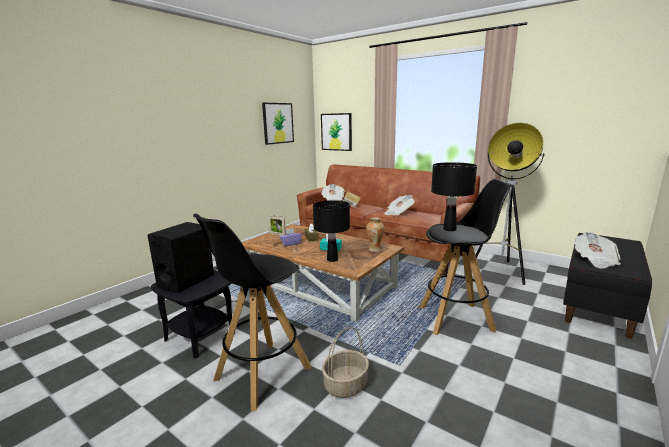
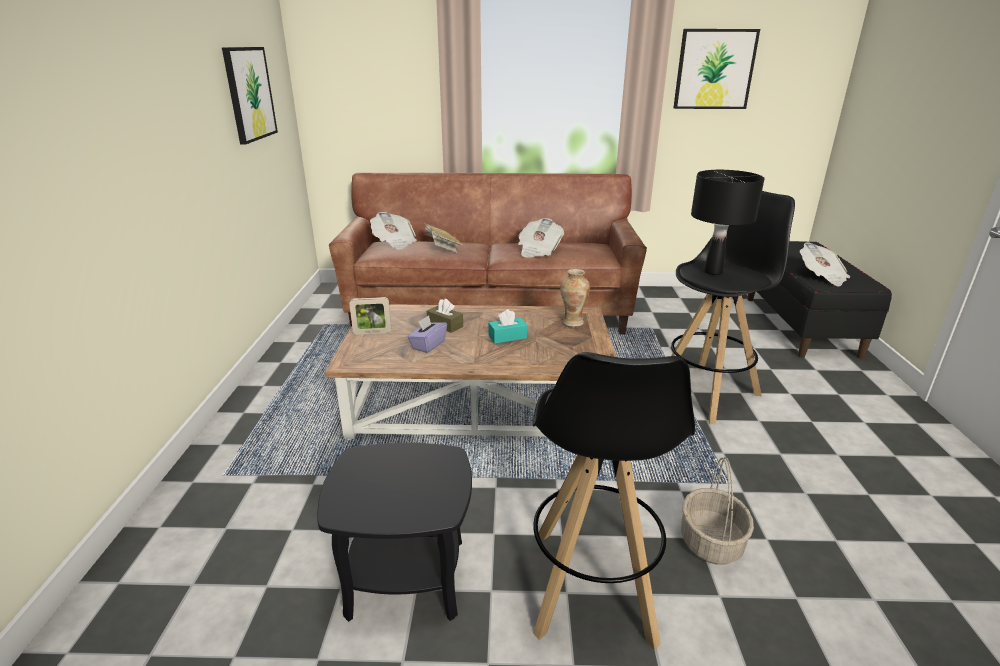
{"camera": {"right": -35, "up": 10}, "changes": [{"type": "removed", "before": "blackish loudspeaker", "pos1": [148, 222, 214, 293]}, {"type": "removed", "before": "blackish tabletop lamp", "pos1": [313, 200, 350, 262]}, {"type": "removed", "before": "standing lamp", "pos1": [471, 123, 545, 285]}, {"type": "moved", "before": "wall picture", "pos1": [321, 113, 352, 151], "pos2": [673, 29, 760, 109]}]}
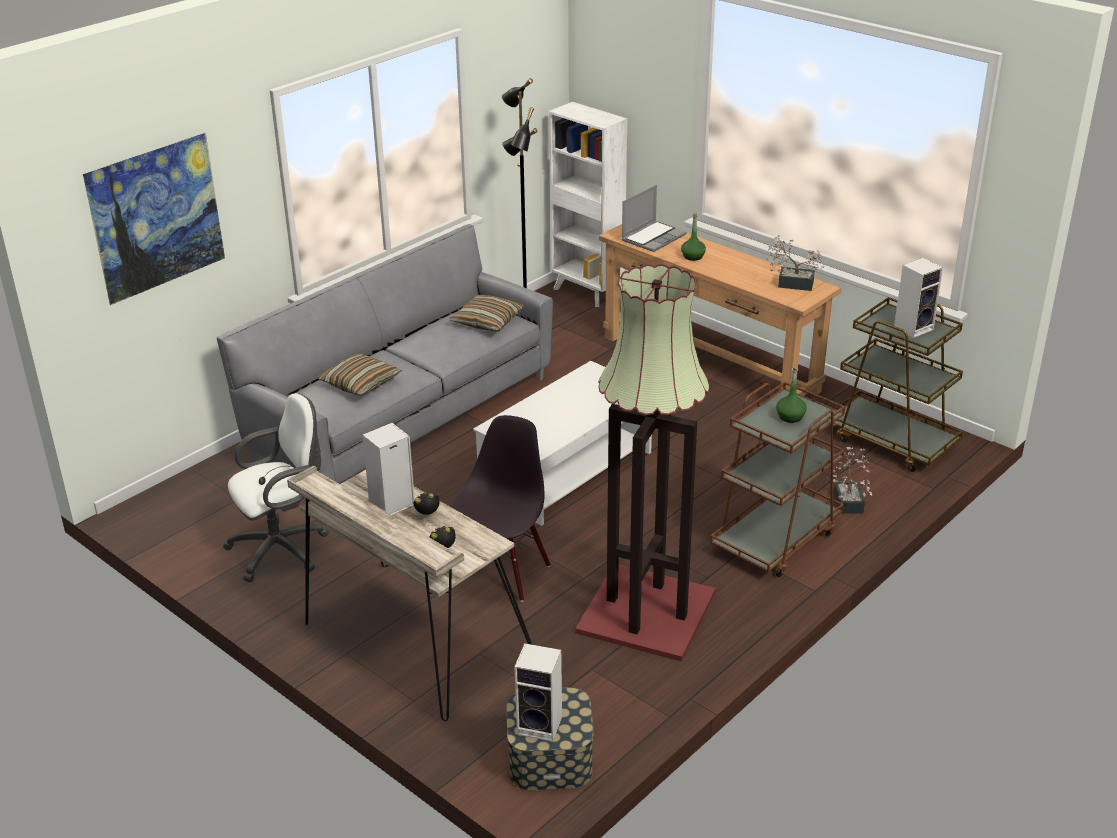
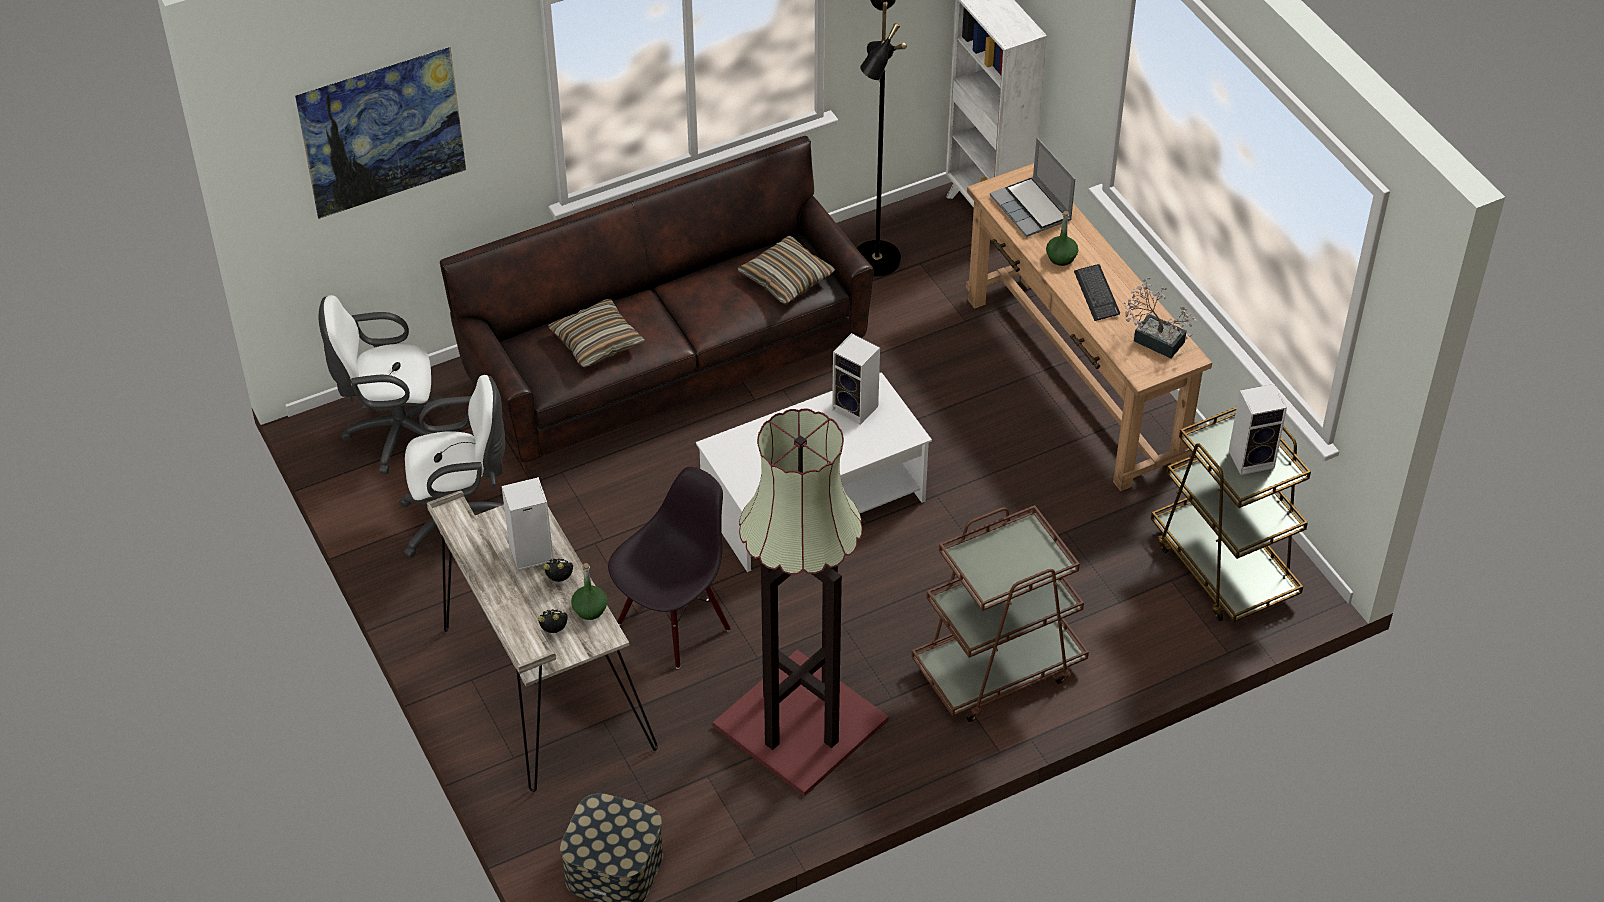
{"camera": {"right": 20, "up": 15}, "changes": [{"type": "removed", "before": "houseplant", "pos1": [830, 447, 872, 514]}, {"type": "added", "after": "white desk chair", "pos2": [318, 295, 450, 474]}, {"type": "added", "after": "computer keyboard", "pos2": [1074, 264, 1120, 321]}, {"type": "moved", "before": "loudspeaker", "pos1": [515, 643, 562, 742], "pos2": [832, 333, 880, 425]}, {"type": "moved", "before": "green-coloured beverage bottle", "pos1": [776, 366, 807, 423], "pos2": [571, 563, 608, 620]}, {"type": "recoloured", "before": "greyish couch", "after": "brown couch", "pos1": [217, 224, 553, 484], "pos2": [440, 136, 874, 473]}, {"type": "turned", "before": "portable computer", "pos1": [622, 185, 687, 252], "pos2": [990, 137, 1075, 237], "turn": 90}]}
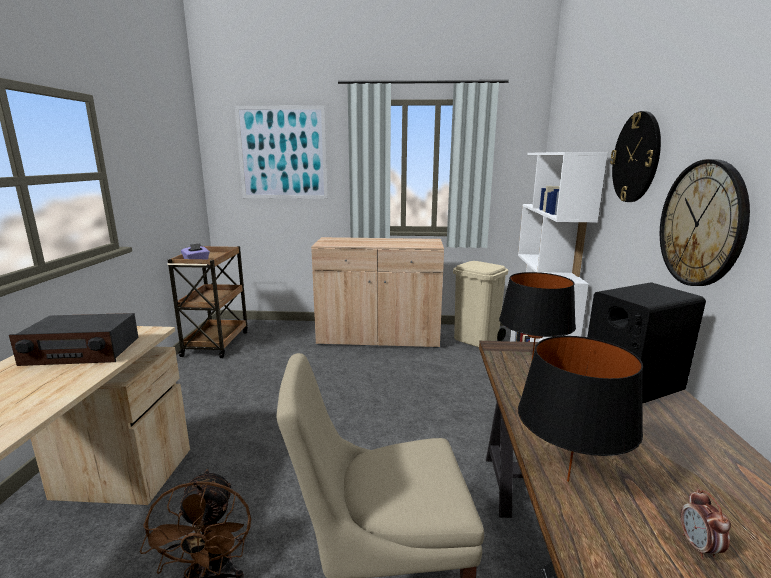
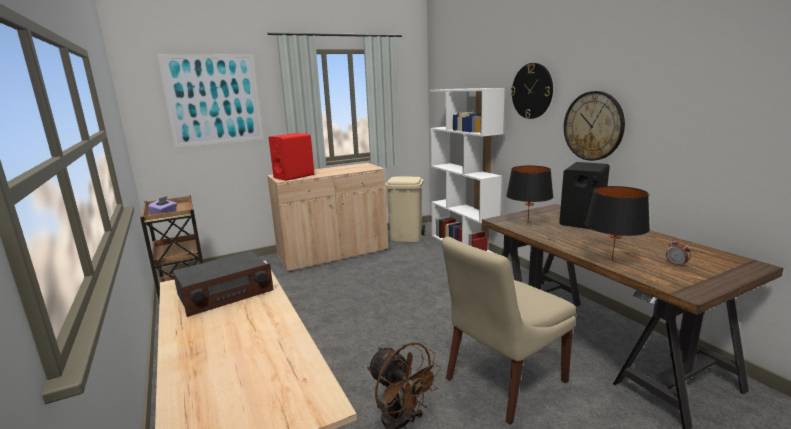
{"camera": {"right": -30, "up": 0}, "changes": [{"type": "added", "after": "reddish loudspeaker", "pos2": [269, 133, 315, 181]}]}
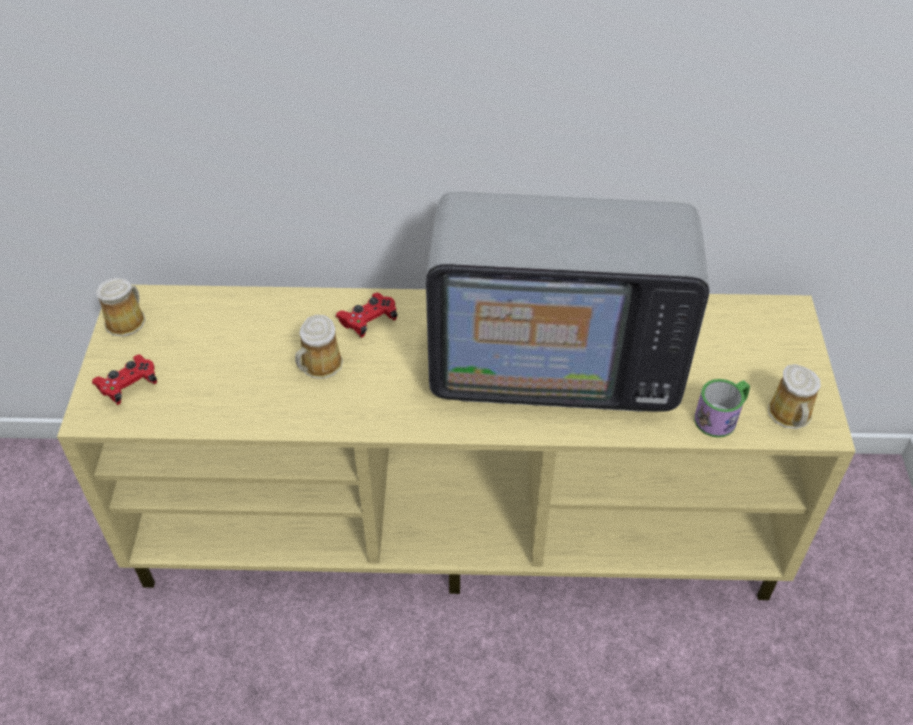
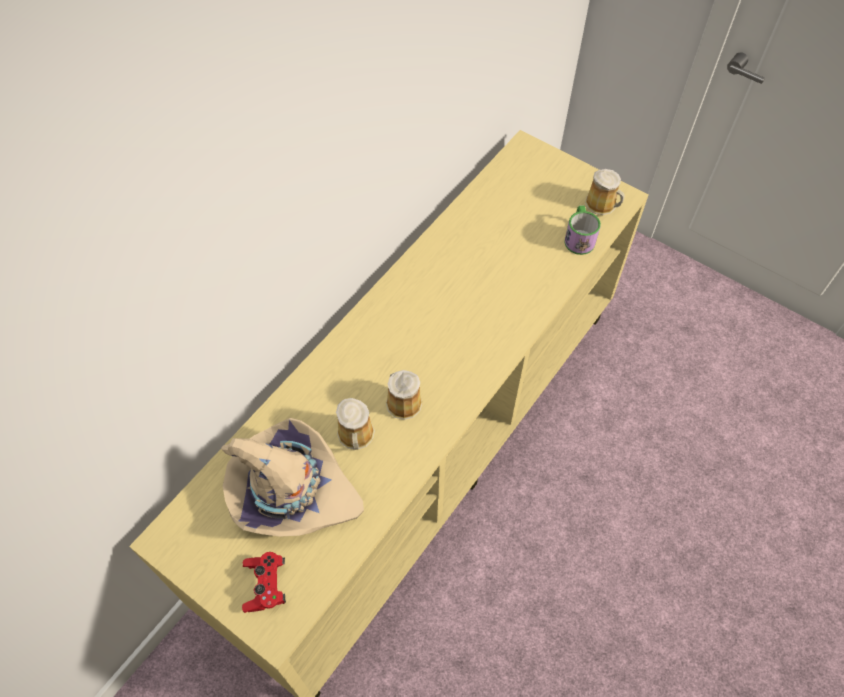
{"camera": {"right": -55, "up": 10}, "changes": [{"type": "removed", "before": "reddish gamepad", "pos1": [336, 293, 398, 338]}, {"type": "removed", "before": "TV", "pos1": [426, 192, 710, 412]}, {"type": "added", "after": "sand-coloured wearable hat", "pos2": [221, 418, 364, 537]}, {"type": "moved", "before": "mug", "pos1": [96, 278, 145, 337], "pos2": [386, 370, 422, 420]}]}
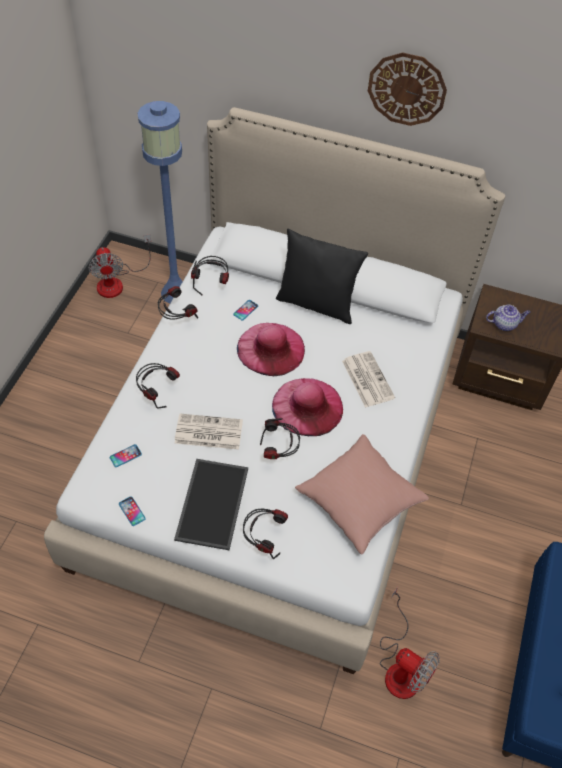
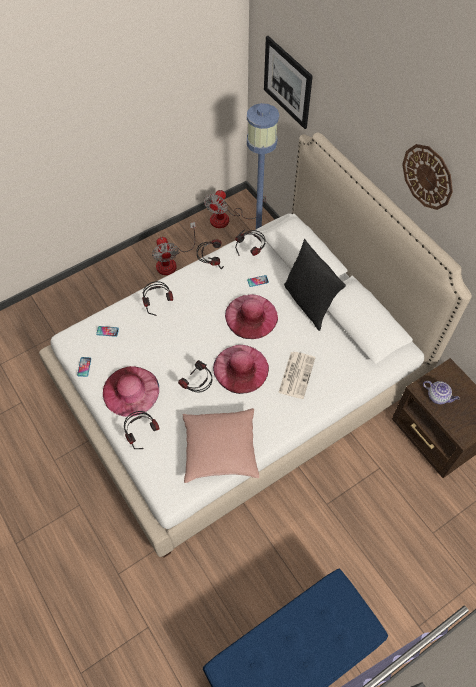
{"camera": {"right": 40, "up": 5}, "changes": [{"type": "removed", "before": "daily paper", "pos1": [175, 414, 243, 450]}, {"type": "added", "after": "wall picture", "pos2": [264, 36, 313, 129]}, {"type": "moved", "before": "fan", "pos1": [380, 587, 440, 699], "pos2": [152, 222, 196, 275]}, {"type": "replaced", "before": "tray", "after": "pink wearable hat", "pos1": [174, 459, 248, 550], "pos2": [103, 366, 159, 417]}]}
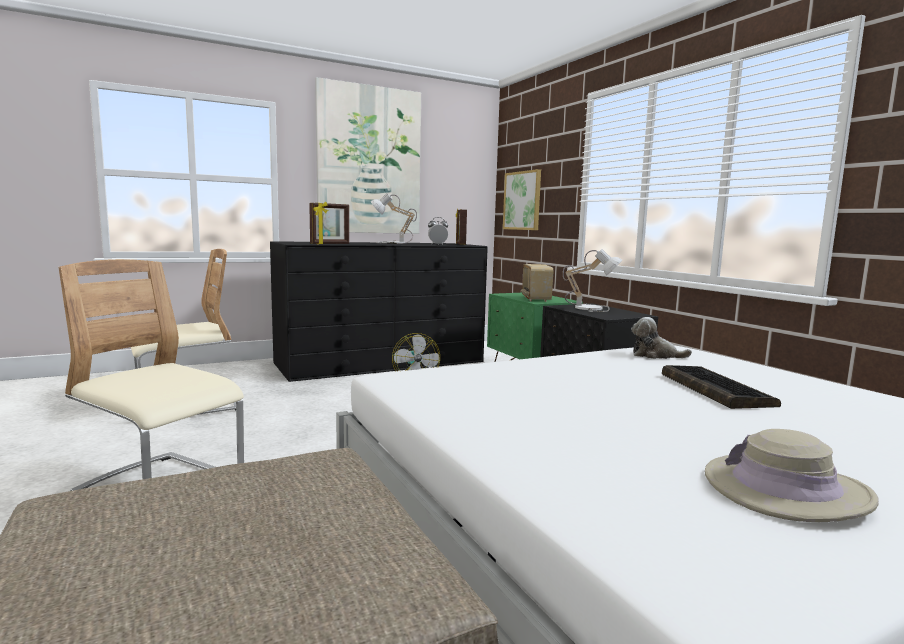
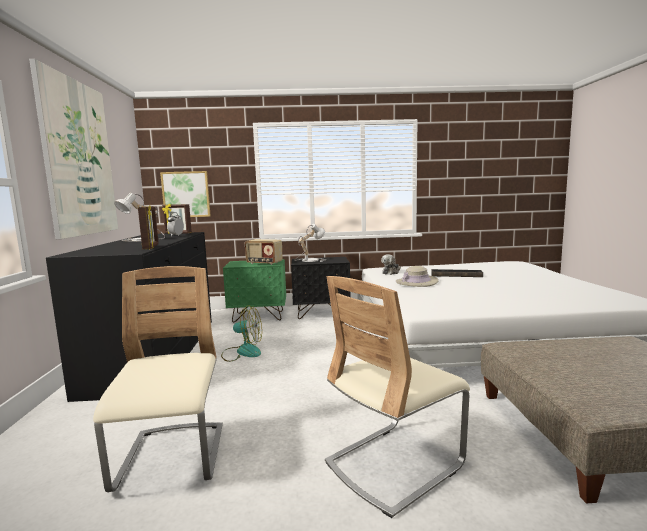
{"camera": {"right": -65, "up": 0}, "changes": [{"type": "moved", "before": "sand-coloured wearable hat", "pos1": [705, 429, 879, 522], "pos2": [396, 266, 439, 287]}]}
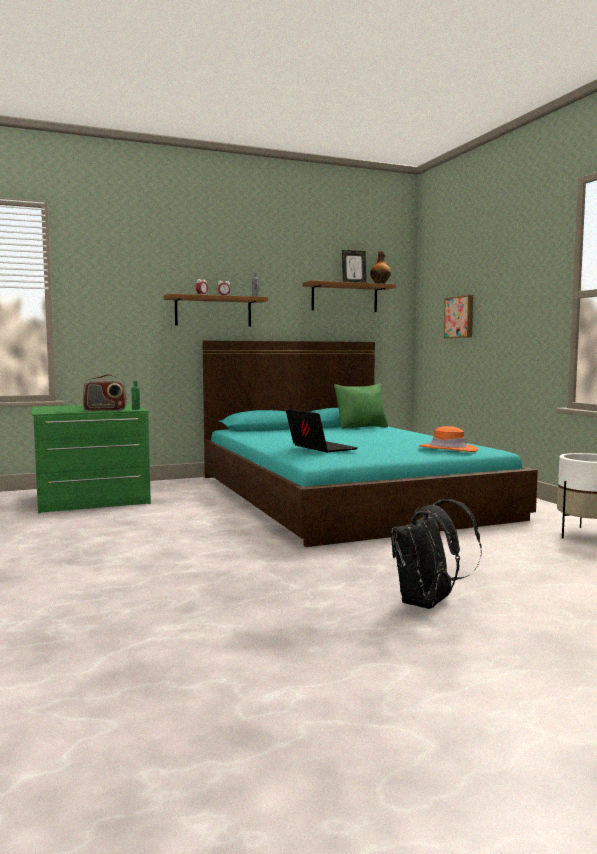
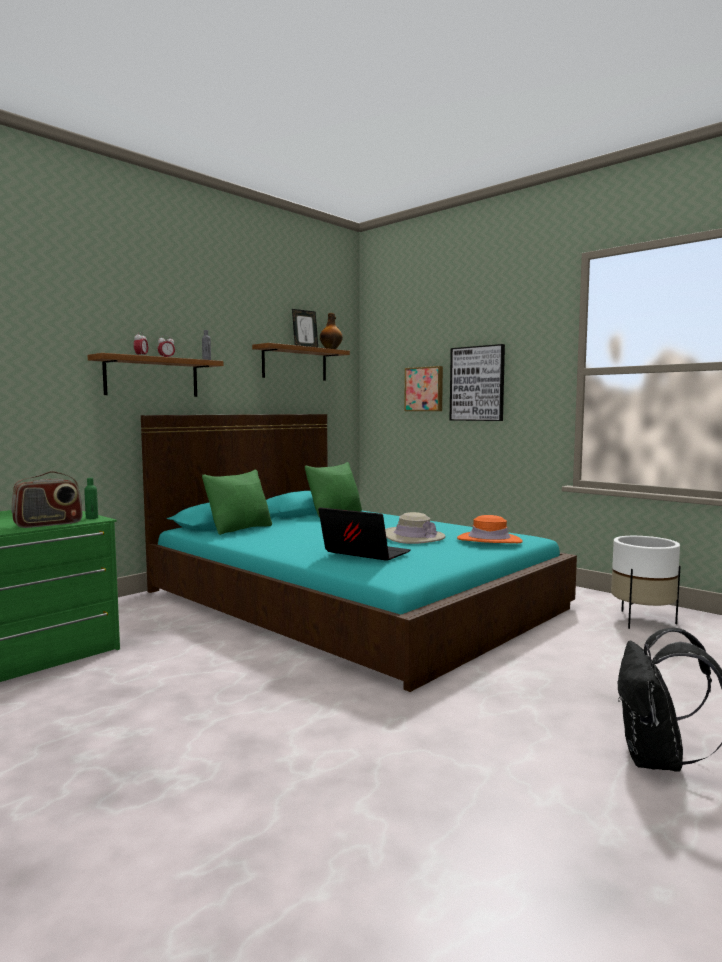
{"camera": {"right": -25, "up": 0}, "changes": [{"type": "added", "after": "green-coloured pillow", "pos2": [202, 469, 272, 535]}, {"type": "added", "after": "sand-coloured wearable hat", "pos2": [385, 512, 445, 544]}, {"type": "added", "after": "wall picture", "pos2": [450, 344, 505, 421]}]}
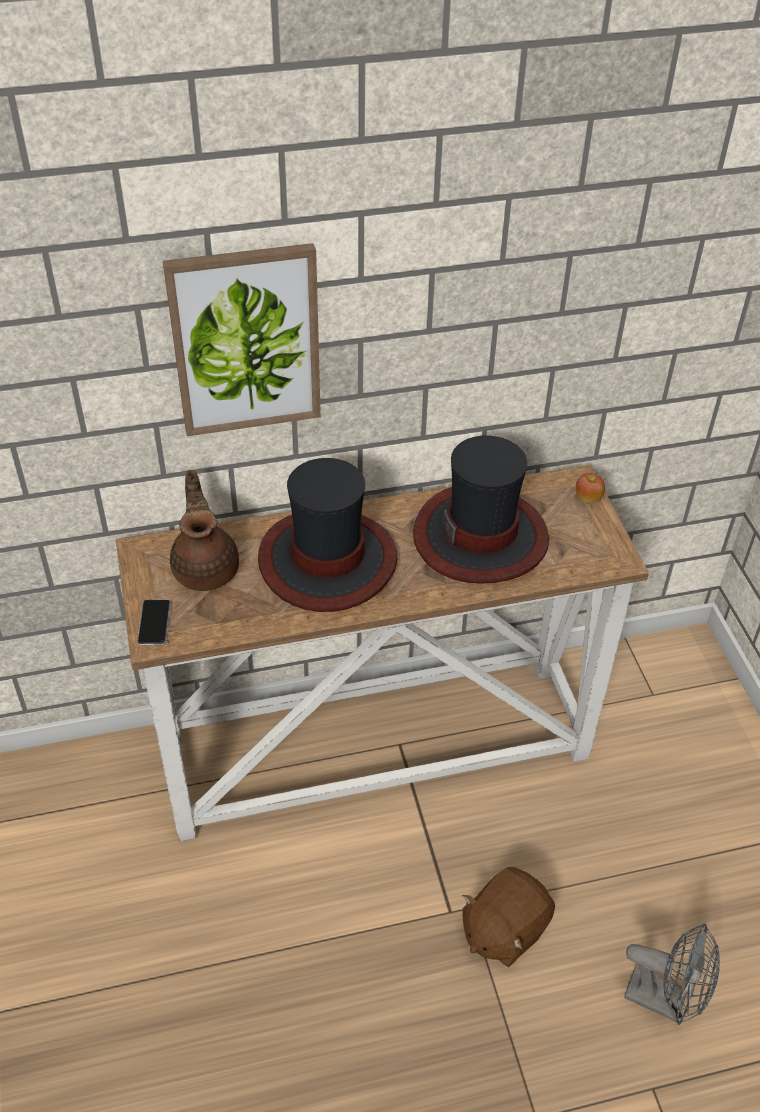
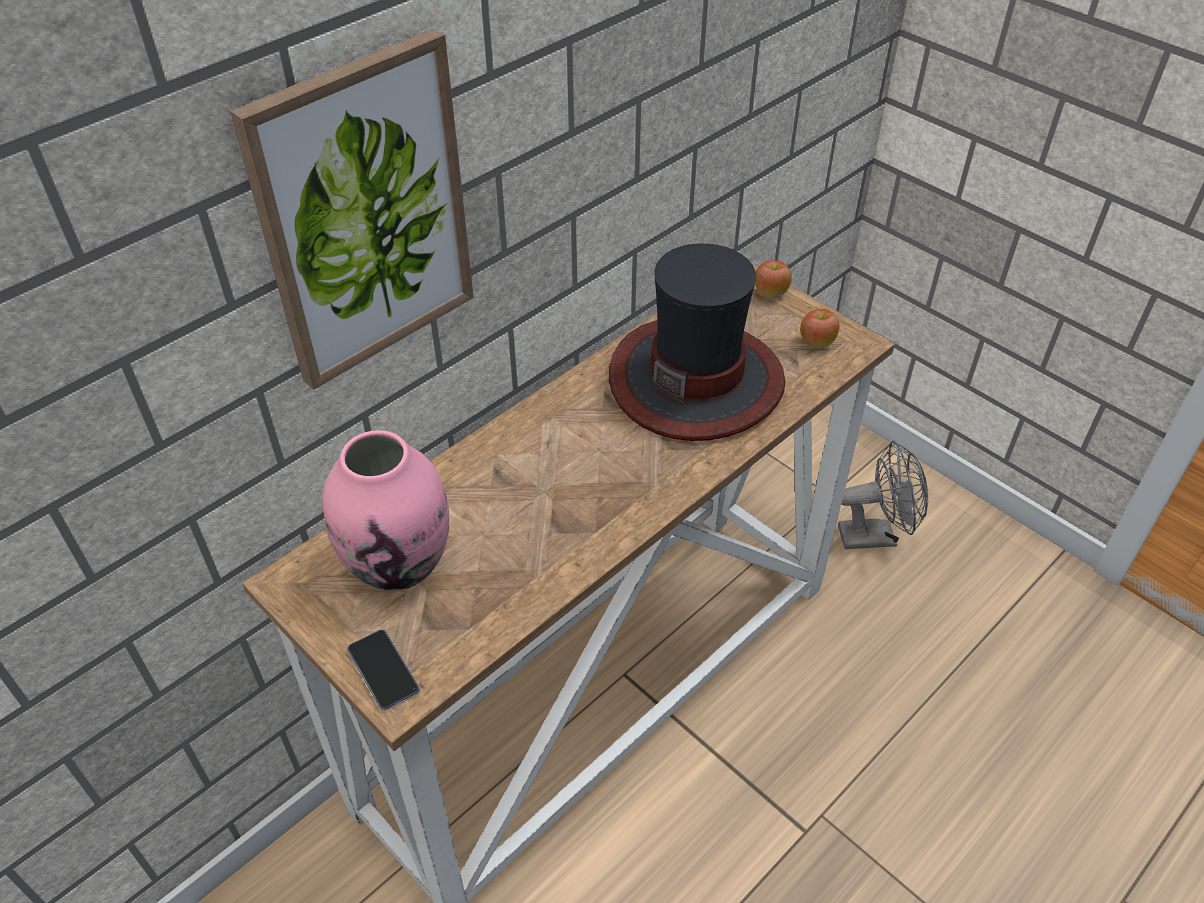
{"camera": {"right": -30, "up": 0}, "changes": [{"type": "removed", "before": "wearable hat", "pos1": [258, 458, 397, 612]}, {"type": "removed", "before": "brown cuddly toy", "pos1": [462, 867, 555, 967]}, {"type": "added", "after": "apple", "pos2": [800, 309, 840, 348]}, {"type": "moved", "before": "greyish fan", "pos1": [624, 923, 720, 1025], "pos2": [838, 440, 928, 549]}, {"type": "replaced", "before": "brown teapot", "after": "pink vase", "pos1": [170, 470, 239, 591], "pos2": [322, 430, 449, 591]}]}
